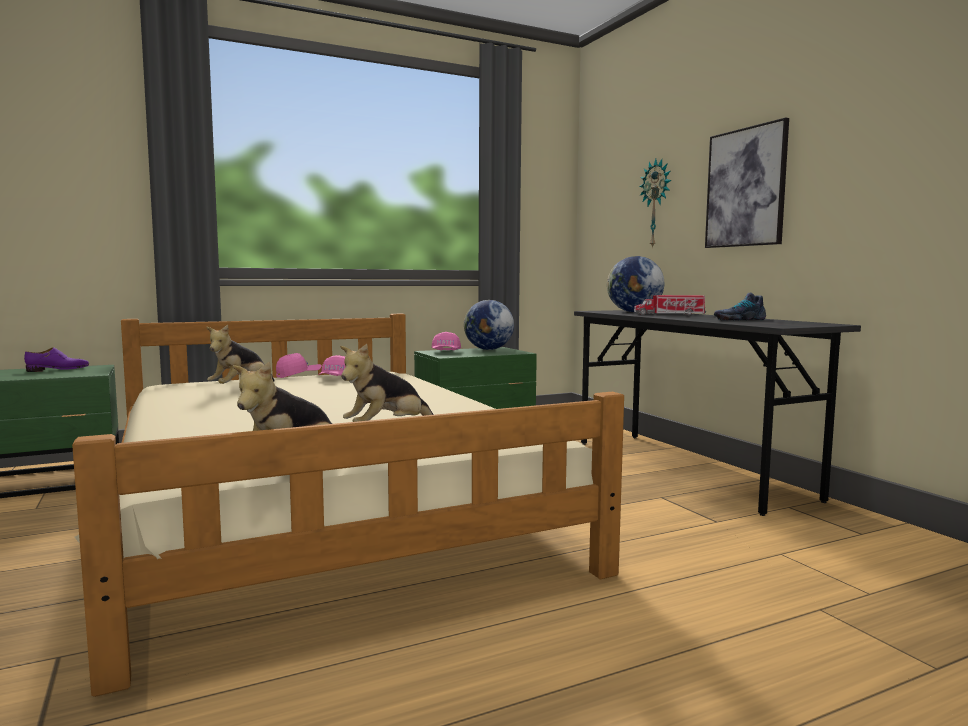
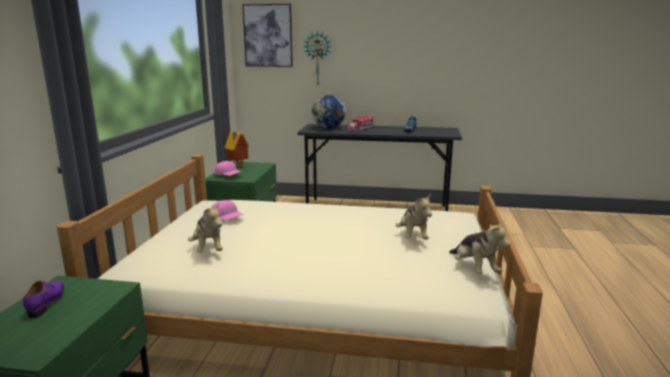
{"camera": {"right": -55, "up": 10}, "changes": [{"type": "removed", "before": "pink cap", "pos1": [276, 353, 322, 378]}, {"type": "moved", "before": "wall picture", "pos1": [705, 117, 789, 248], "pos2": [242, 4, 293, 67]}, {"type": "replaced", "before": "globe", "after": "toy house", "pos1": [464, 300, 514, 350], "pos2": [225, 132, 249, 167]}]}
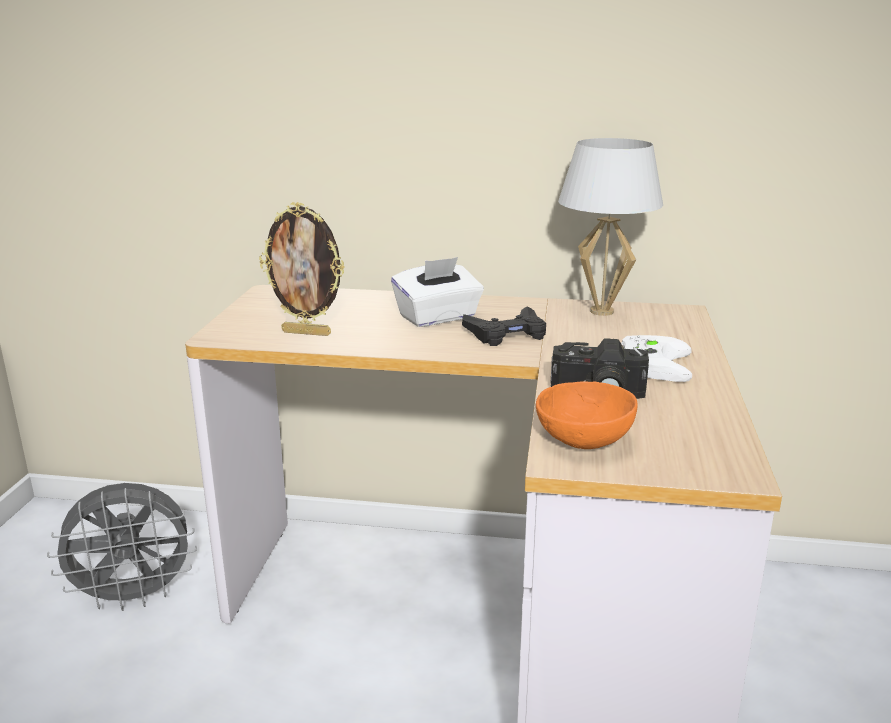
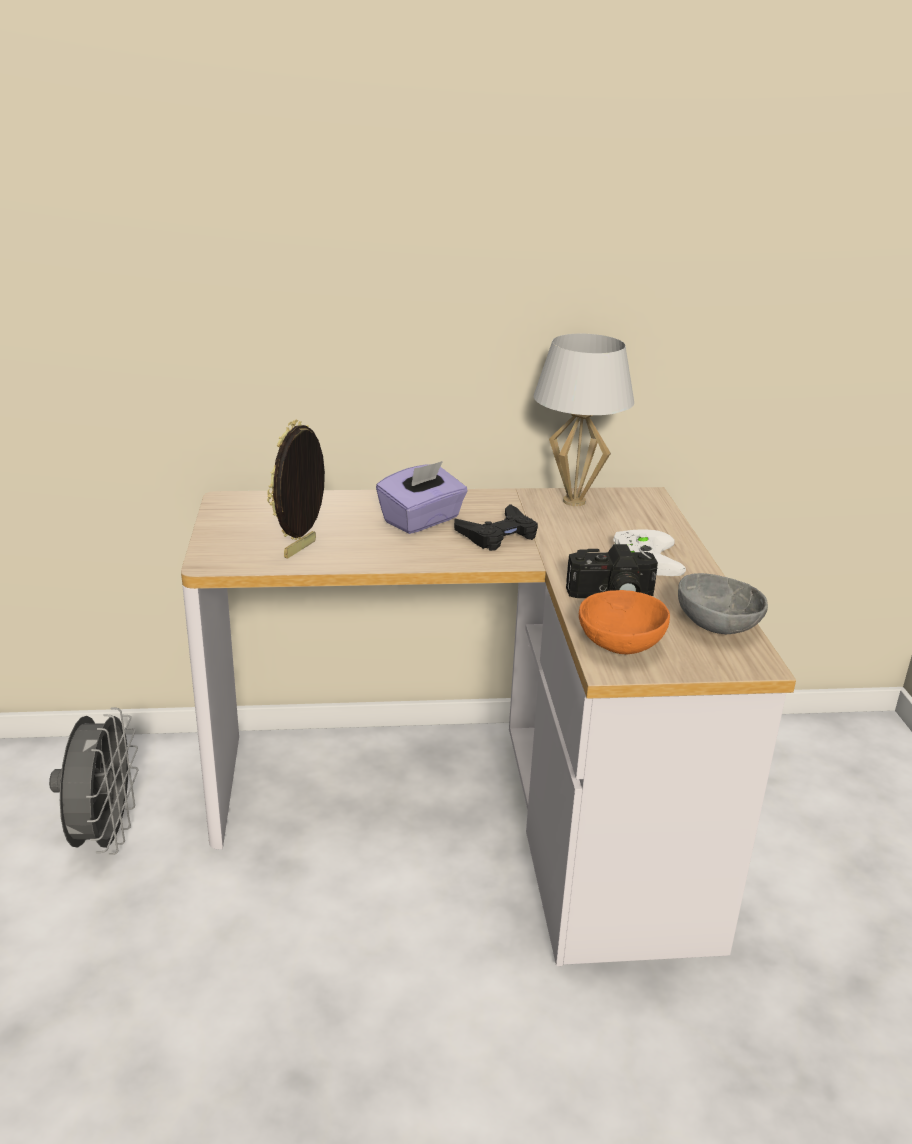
{"camera": {"right": -15, "up": 5}, "changes": [{"type": "added", "after": "greyish serving bowl", "pos2": [678, 573, 768, 634]}, {"type": "recoloured", "before": "white box of tissues", "after": "purple box of tissues", "pos1": [391, 257, 484, 327], "pos2": [376, 461, 468, 534]}, {"type": "turned", "before": "greyish fan", "pos1": [47, 483, 197, 611], "pos2": [49, 707, 139, 855], "turn": -60}, {"type": "turned", "before": "picture frame", "pos1": [259, 202, 344, 336], "pos2": [267, 420, 325, 559], "turn": 120}]}
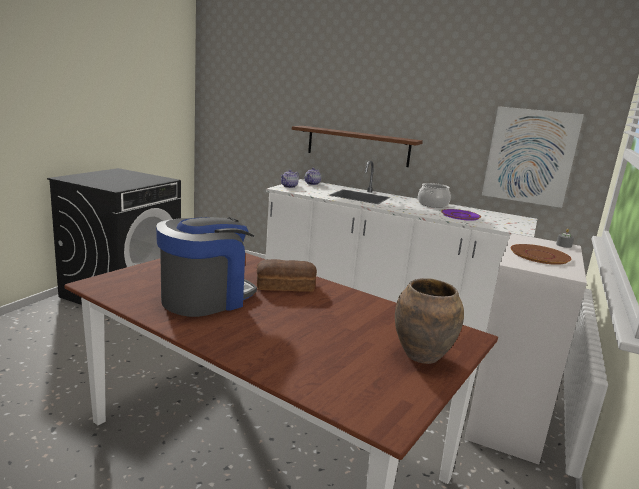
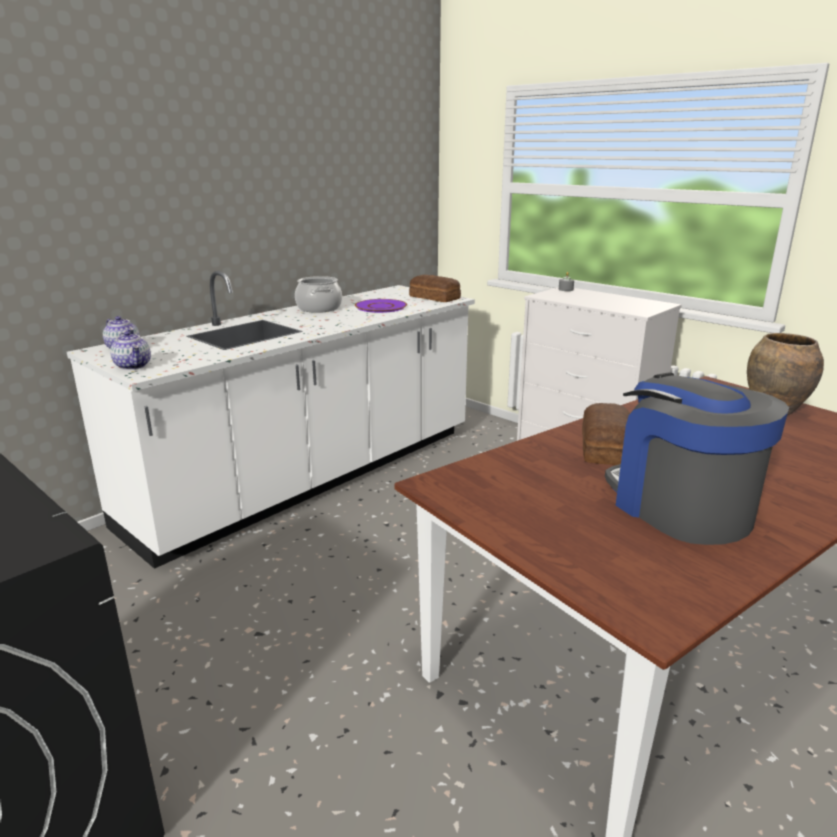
{"camera": {"right": -70, "up": 5}, "changes": [{"type": "removed", "before": "brown wall shelf", "pos1": [292, 126, 423, 167]}, {"type": "removed", "before": "wall picture", "pos1": [482, 106, 584, 208]}, {"type": "removed", "before": "brown dinner plate", "pos1": [510, 244, 571, 265]}, {"type": "added", "after": "baked bread", "pos2": [409, 275, 461, 302]}]}
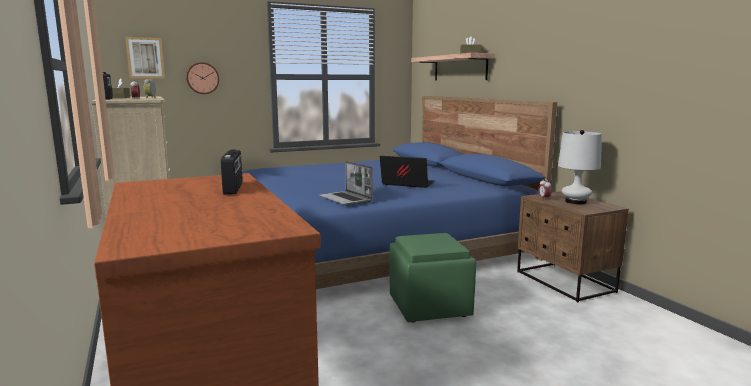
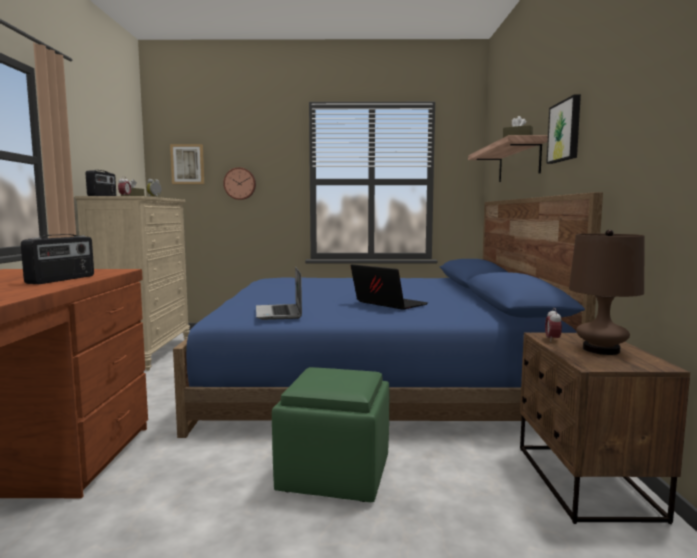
{"camera": {"right": 25, "up": -5}, "changes": [{"type": "added", "after": "wall picture", "pos2": [546, 95, 581, 164]}, {"type": "recoloured", "before": "white tabletop lamp", "after": "brown tabletop lamp", "pos1": [558, 130, 602, 205], "pos2": [569, 230, 645, 355]}]}
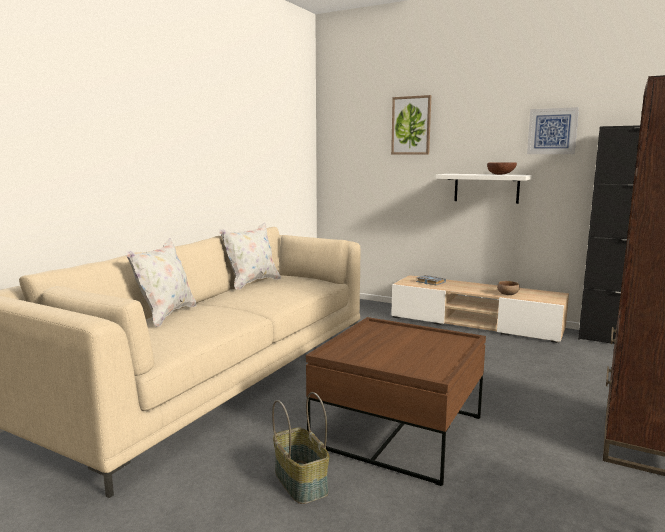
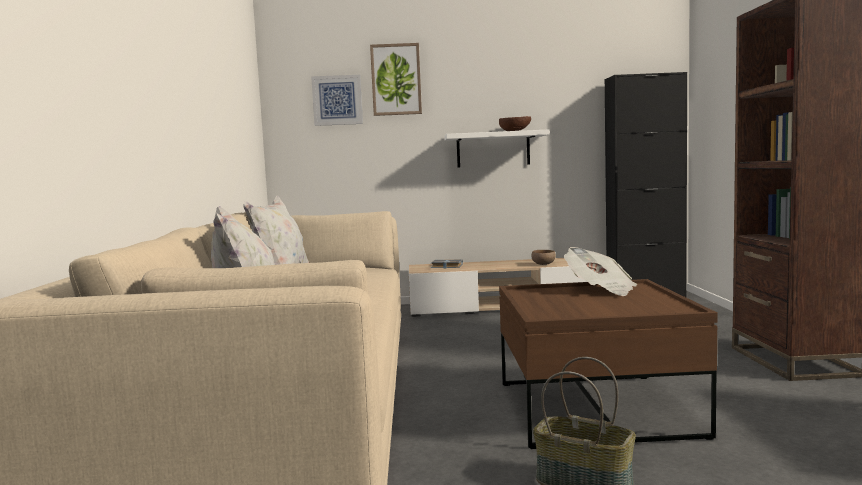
{"camera": {"right": -30, "up": -5}, "changes": [{"type": "added", "after": "daily paper", "pos2": [564, 247, 637, 296]}, {"type": "moved", "before": "wall picture", "pos1": [527, 107, 579, 154], "pos2": [311, 75, 363, 126]}]}
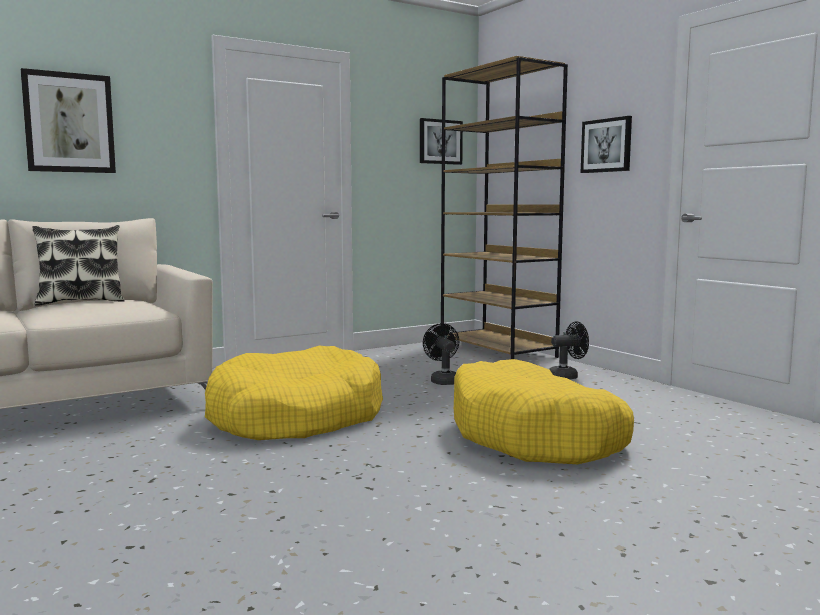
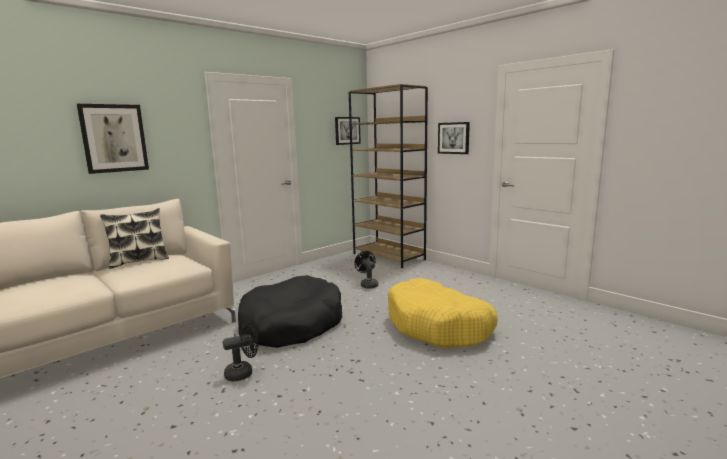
{"camera": {"right": -10, "up": 5}, "changes": [{"type": "moved", "before": "blackish fan", "pos1": [549, 321, 589, 380], "pos2": [223, 321, 259, 382]}, {"type": "recoloured", "before": "yellow-coloured dog bed", "after": "blackish dog bed", "pos1": [205, 345, 383, 440], "pos2": [238, 275, 342, 348]}]}
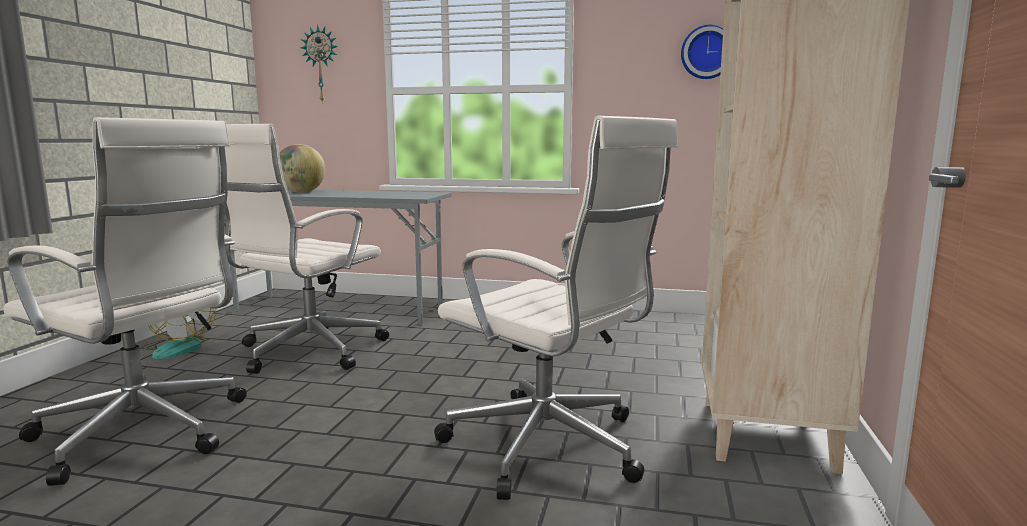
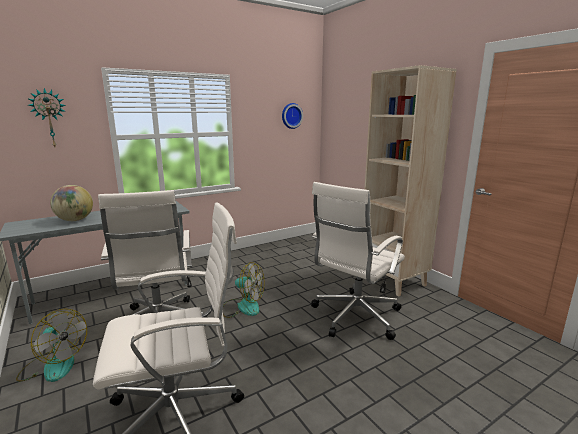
{"camera": {"right": -45, "up": 5}, "changes": [{"type": "added", "after": "fan", "pos2": [223, 262, 265, 318]}, {"type": "turned", "before": "white desk chair", "pos1": [434, 116, 678, 500], "pos2": [311, 182, 405, 340], "turn": 135}]}
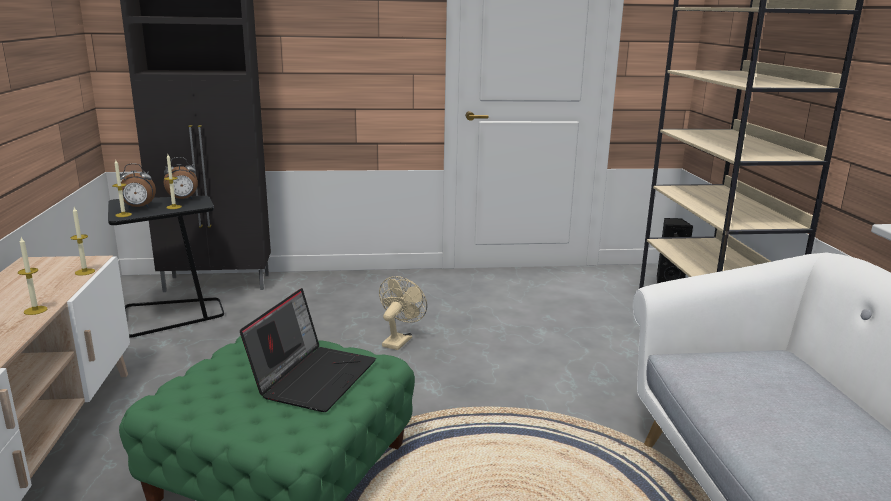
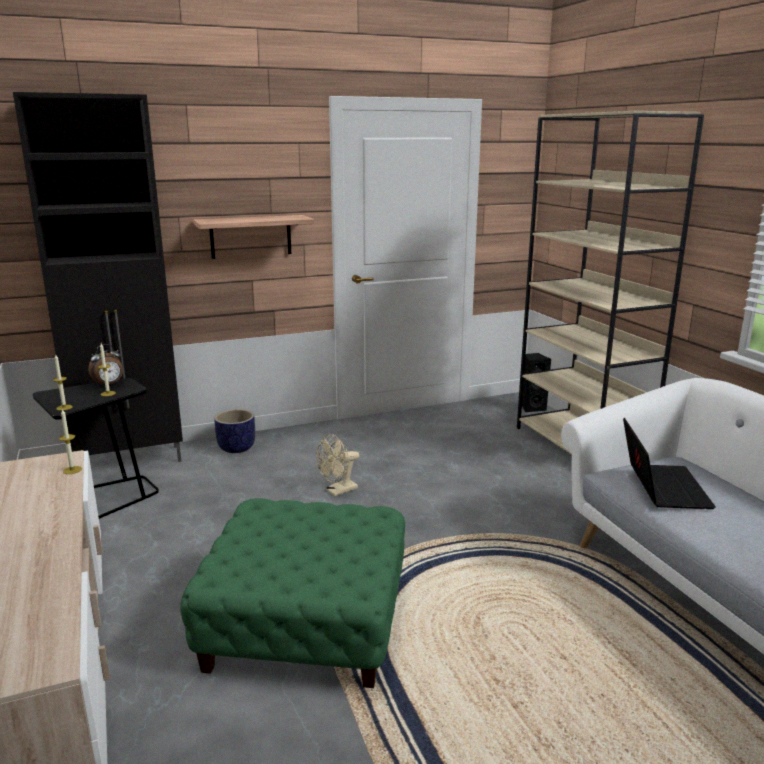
{"camera": {"right": -15, "up": 0}, "changes": [{"type": "removed", "before": "wax candle", "pos1": [18, 237, 47, 315]}, {"type": "removed", "before": "table clock", "pos1": [120, 163, 156, 208]}, {"type": "added", "after": "wall shelf", "pos2": [193, 215, 315, 259]}, {"type": "added", "after": "plant pot", "pos2": [214, 409, 255, 453]}, {"type": "moved", "before": "portable computer", "pos1": [240, 288, 376, 412], "pos2": [623, 418, 716, 509]}, {"type": "turned", "before": "sand-coloured fan", "pos1": [379, 276, 427, 350], "pos2": [316, 434, 360, 496], "turn": -135}]}
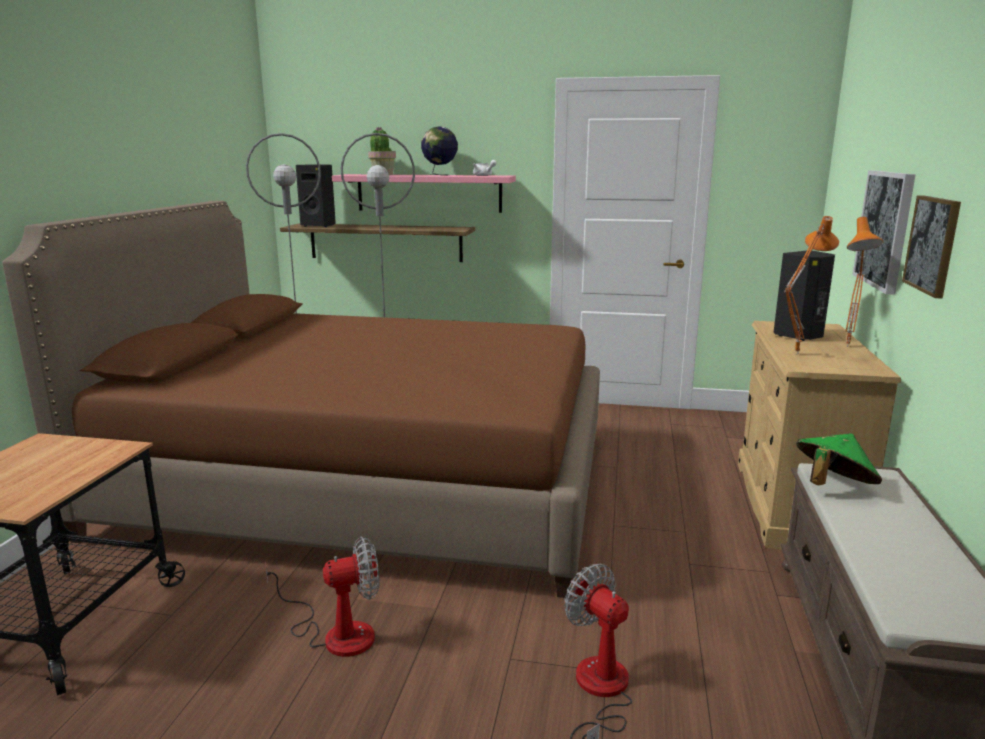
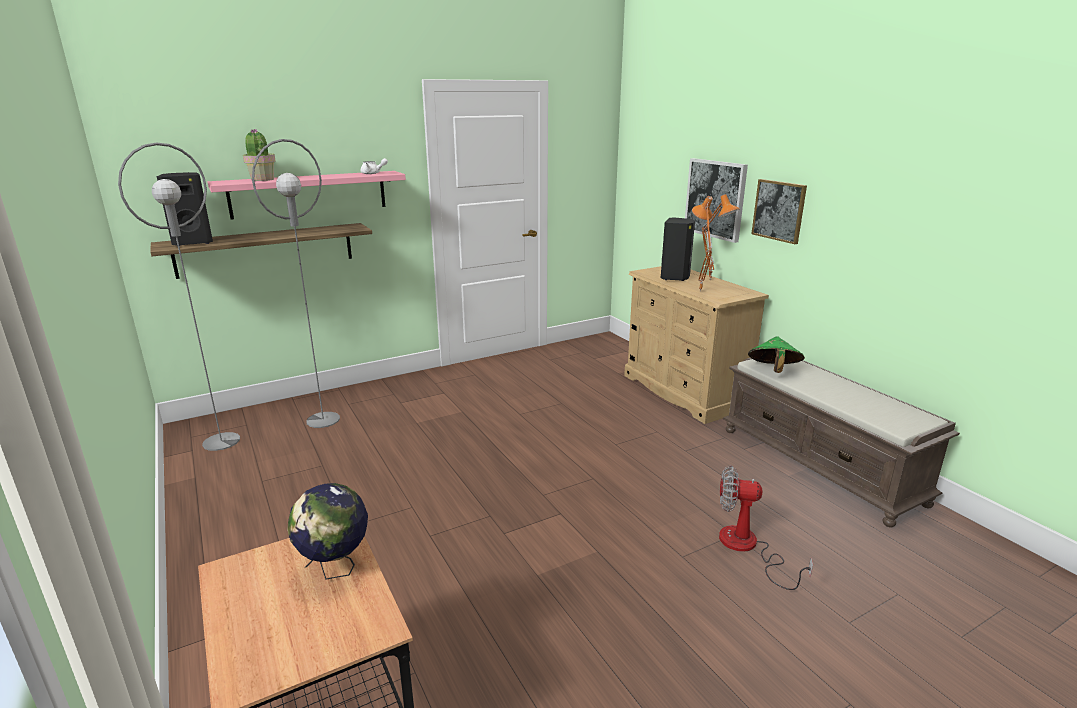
{"camera": {"right": -40, "up": 5}, "changes": [{"type": "removed", "before": "brown sleeping bed", "pos1": [2, 201, 600, 598]}, {"type": "removed", "before": "fan", "pos1": [265, 536, 380, 657]}, {"type": "moved", "before": "globe", "pos1": [421, 126, 458, 176], "pos2": [287, 483, 368, 580]}]}
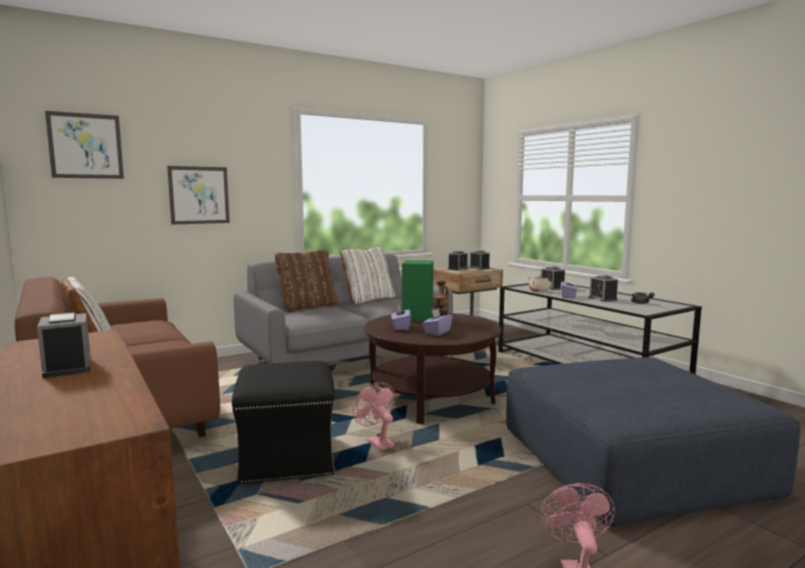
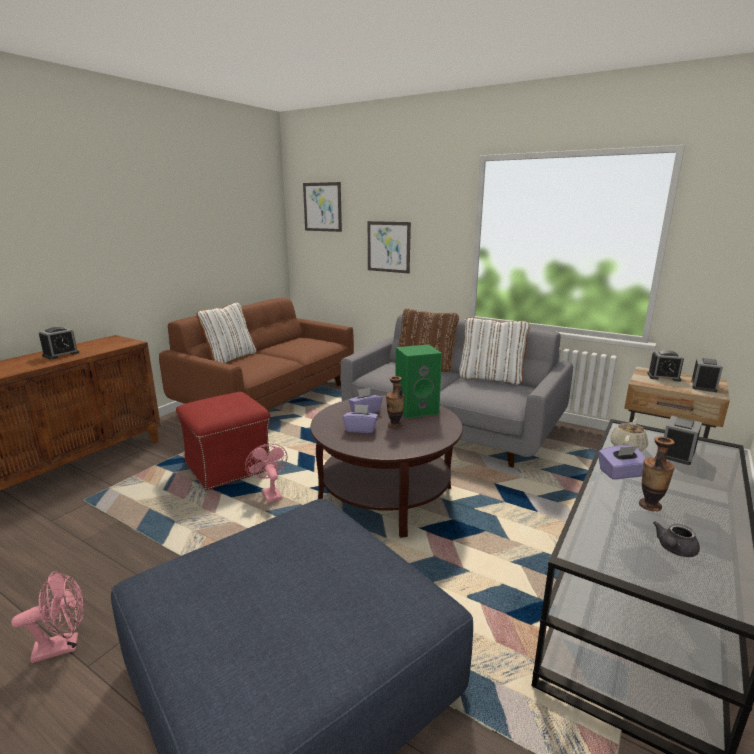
{"camera": {"right": 65, "up": 10}, "changes": [{"type": "replaced", "before": "table clock", "after": "vase", "pos1": [589, 275, 618, 302], "pos2": [639, 437, 675, 512]}, {"type": "recoloured", "before": "blackish footrest", "after": "reddish footrest", "pos1": [232, 361, 335, 484], "pos2": [176, 392, 270, 490]}, {"type": "turned", "before": "pink fan", "pos1": [353, 382, 395, 451], "pos2": [245, 443, 287, 503], "turn": -60}]}
